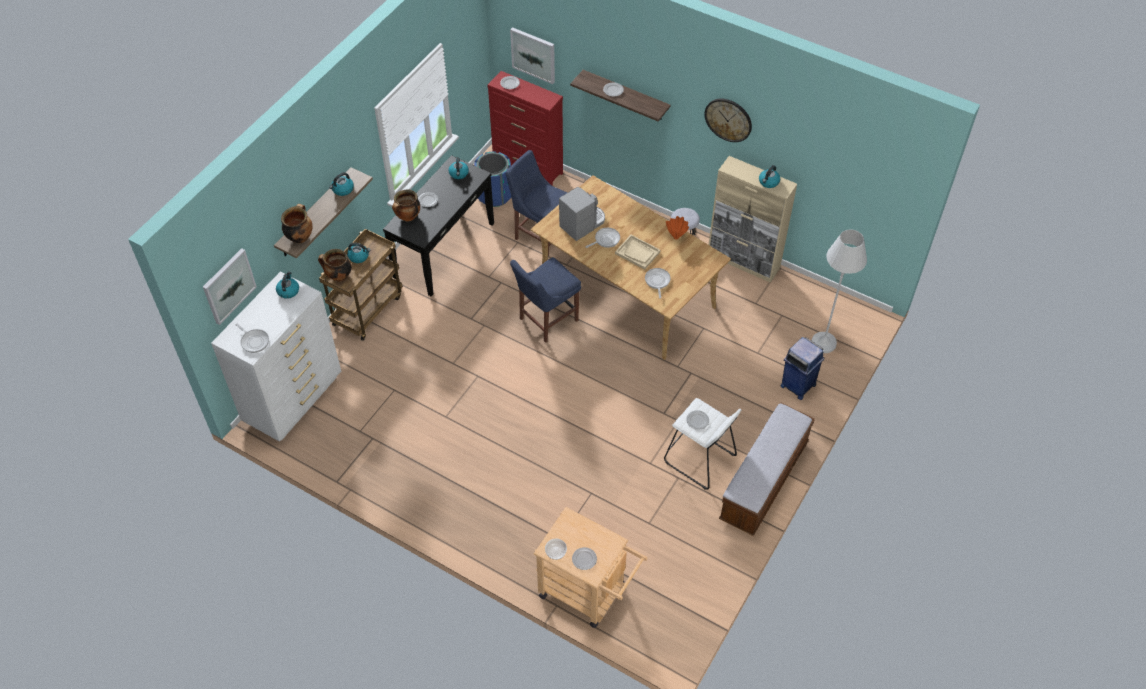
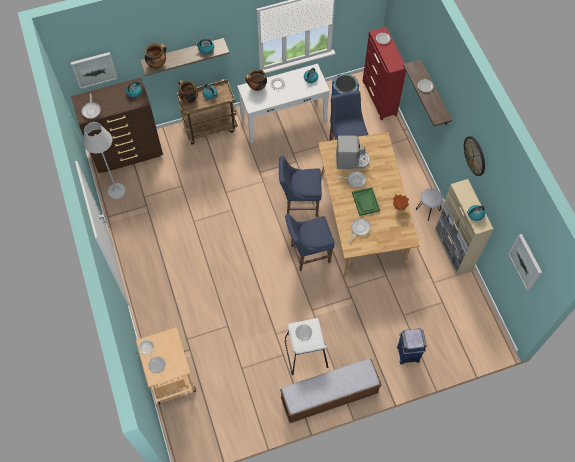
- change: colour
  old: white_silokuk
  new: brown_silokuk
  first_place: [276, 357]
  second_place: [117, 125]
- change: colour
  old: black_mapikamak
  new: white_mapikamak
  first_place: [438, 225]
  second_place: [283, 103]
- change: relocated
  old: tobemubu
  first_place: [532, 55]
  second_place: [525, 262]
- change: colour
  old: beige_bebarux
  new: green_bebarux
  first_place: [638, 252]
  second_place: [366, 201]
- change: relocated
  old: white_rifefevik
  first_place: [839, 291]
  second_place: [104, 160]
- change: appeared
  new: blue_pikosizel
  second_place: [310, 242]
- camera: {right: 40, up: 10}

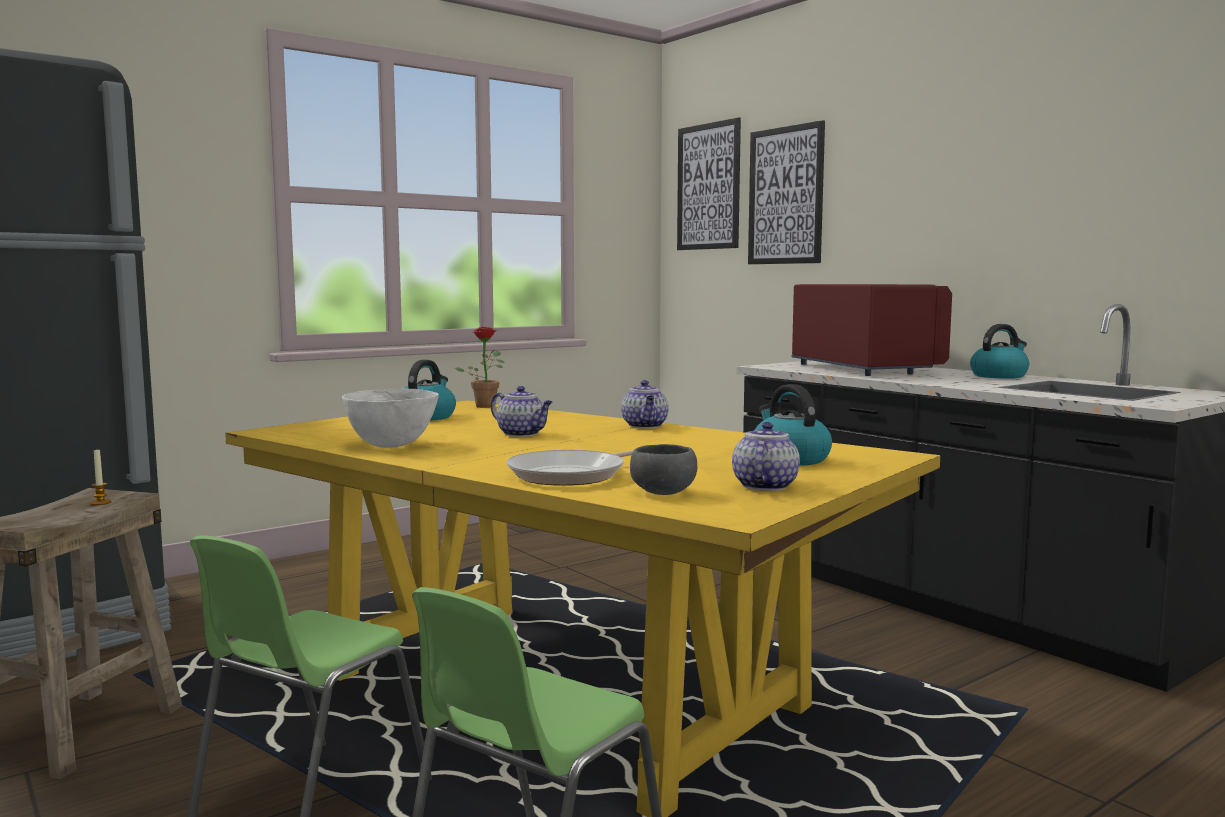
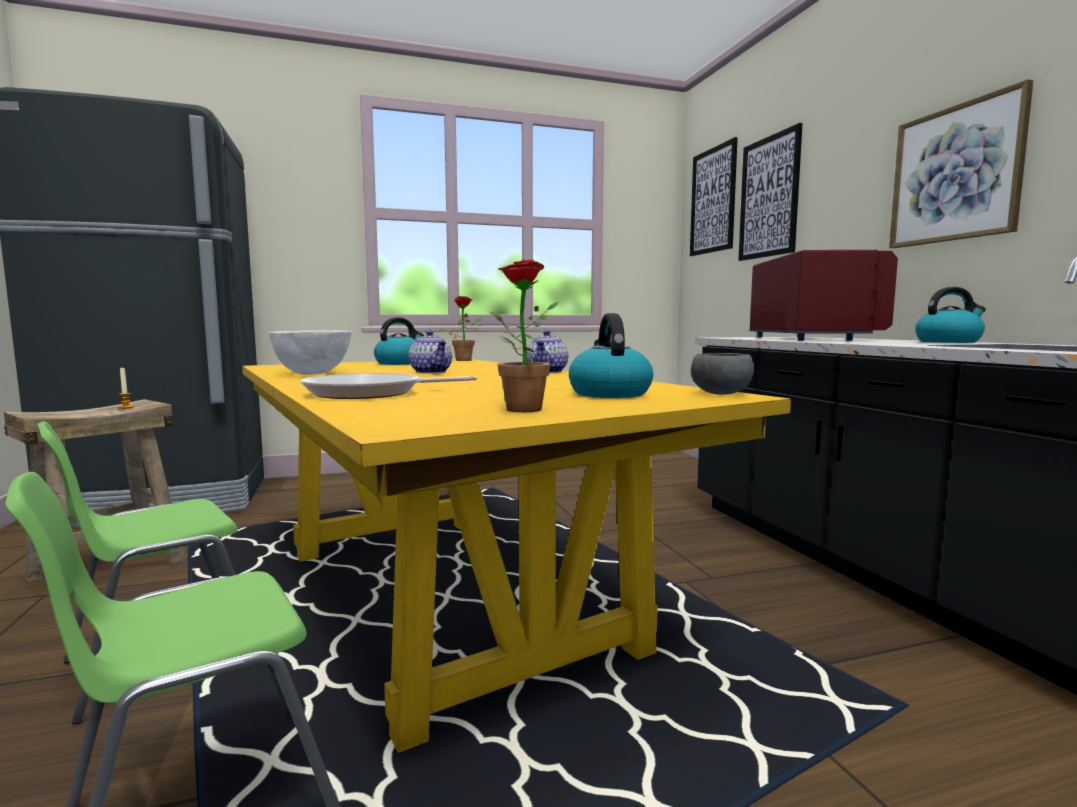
- change: relocated
  old: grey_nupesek
  first_place: [663, 469]
  second_place: [722, 374]
- change: exchanged
  old: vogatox
  new: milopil
  first_place: [766, 456]
  second_place: [524, 336]
- change: appeared
  new: tobemubu
  second_place: [961, 163]
- camera: {right: 20, up: 0}

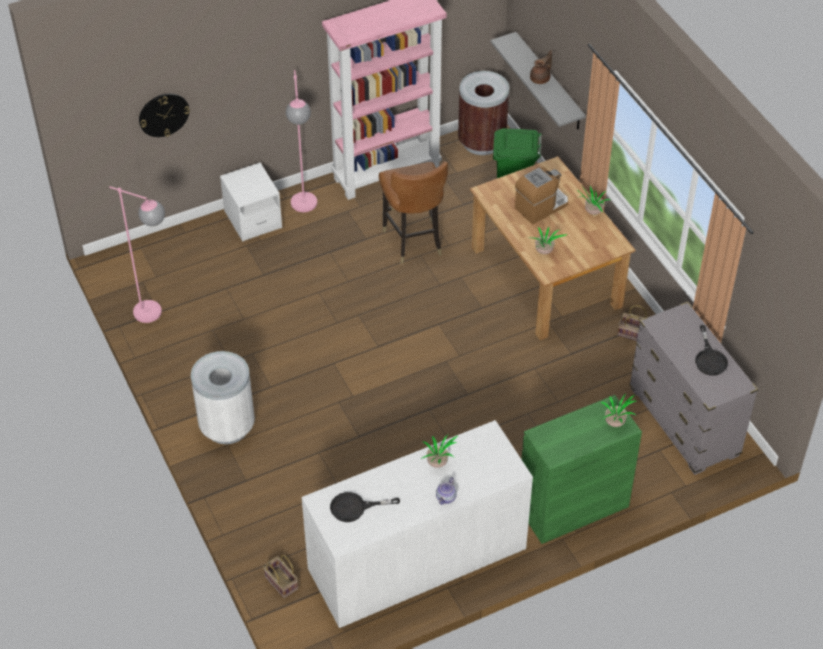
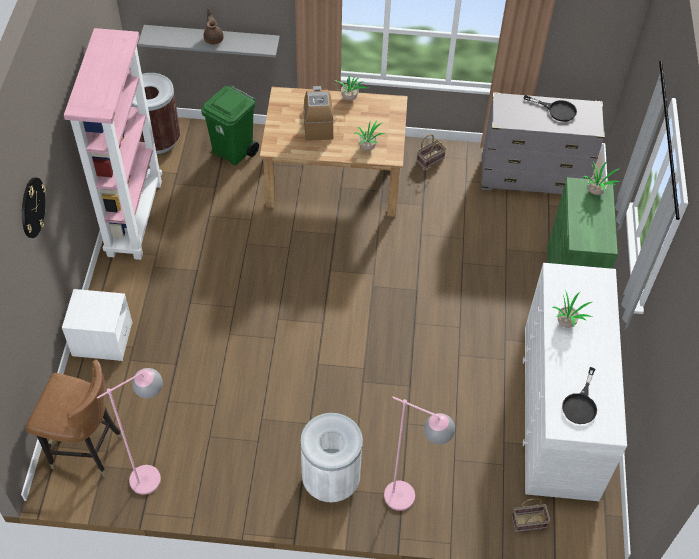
- change: relocated
  old: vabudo
  first_place: [164, 115]
  second_place: [34, 207]
- change: relocated
  old: pink_rifefevik
  first_place: [301, 141]
  second_place: [419, 453]
- change: relocated
  old: brown_pikosizel
  first_place: [413, 212]
  second_place: [74, 418]
- change: missing
  old: vogatox
  first_place: [446, 491]
- camera: {right: -60, up: 5}

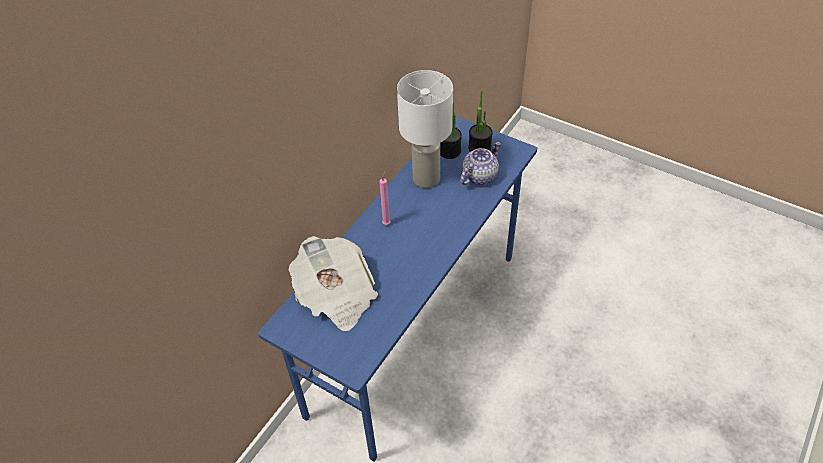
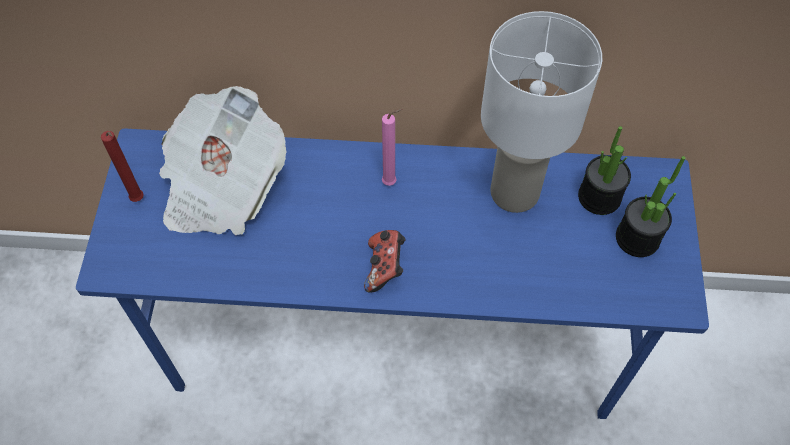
- change: missing
  old: vogatox
  first_place: [480, 163]
- change: appeared
  new: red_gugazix
  second_place: [122, 166]
- change: appeared
  new: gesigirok
  second_place: [385, 261]
- camera: {right: 60, up: 10}

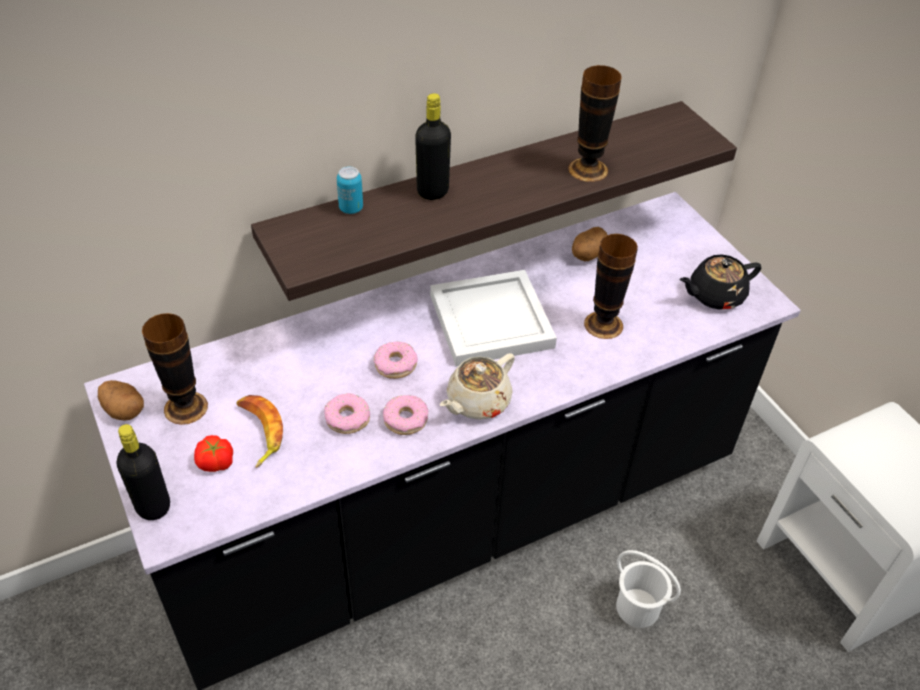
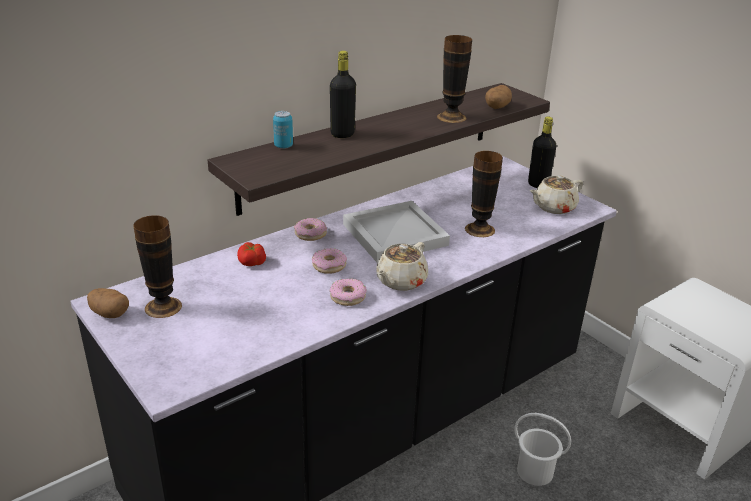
- change: relocated
  old: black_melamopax
  first_place: [143, 472]
  second_place: [542, 152]
- change: relocated
  old: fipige
  first_place: [213, 453]
  second_place: [251, 254]
- change: missing
  old: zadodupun
  first_place: [259, 431]
- change: relocated
  old: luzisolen
  first_place: [347, 413]
  second_place: [310, 229]
- change: relocated
  old: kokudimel
  first_place: [589, 244]
  second_place: [498, 97]
- change: colour
  old: black_vogatox
  new: beige_vogatox
  first_place: [720, 282]
  second_place: [556, 194]
- camera: {right: -10, up: -15}

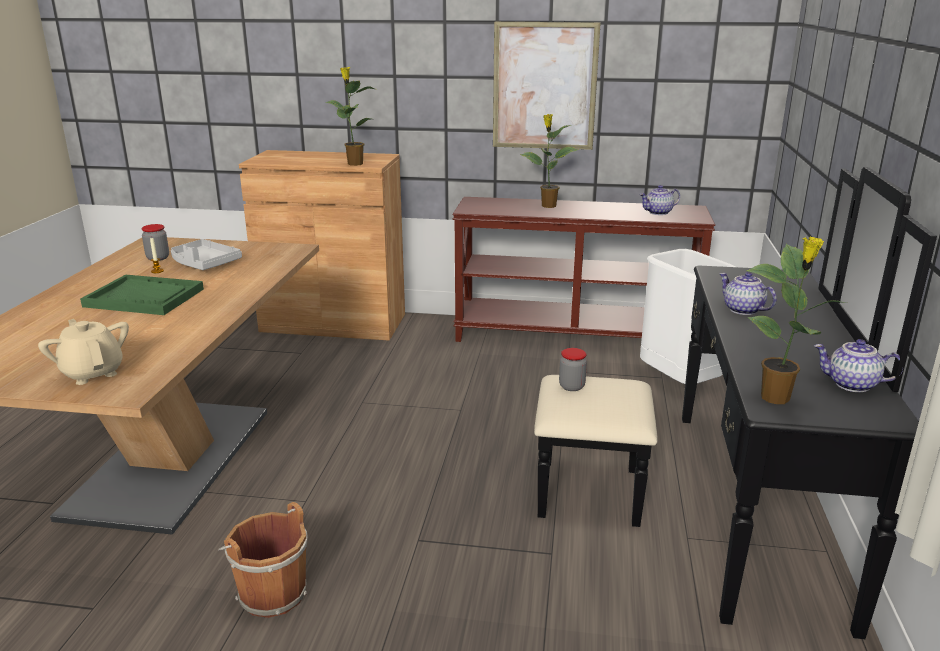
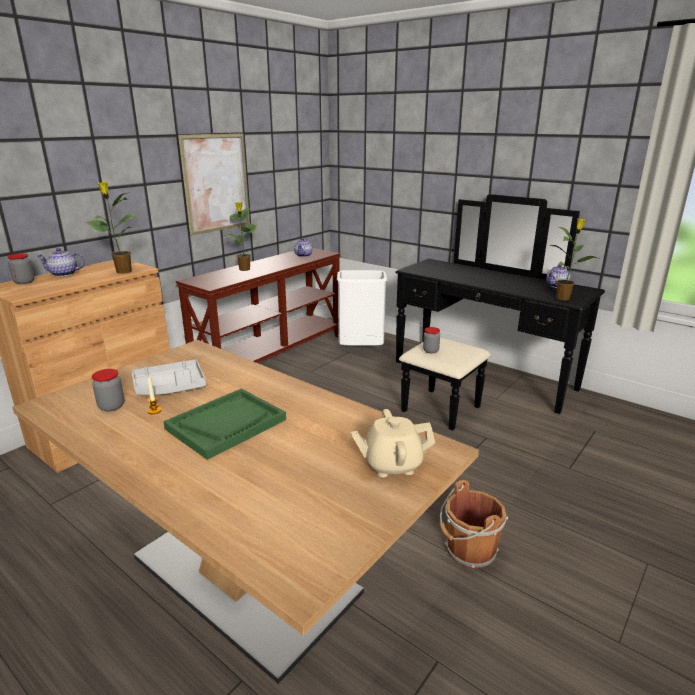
- change: relocated
  old: vogatox
  first_place: [747, 293]
  second_place: [61, 262]
- change: appeared
  new: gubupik
  second_place: [20, 268]
- camera: {right: -60, up: 0}

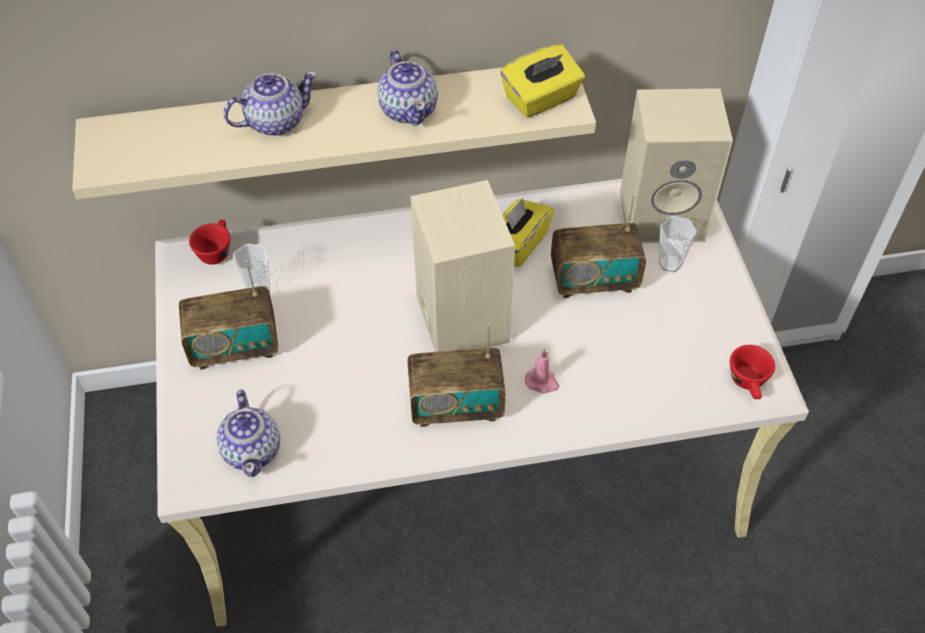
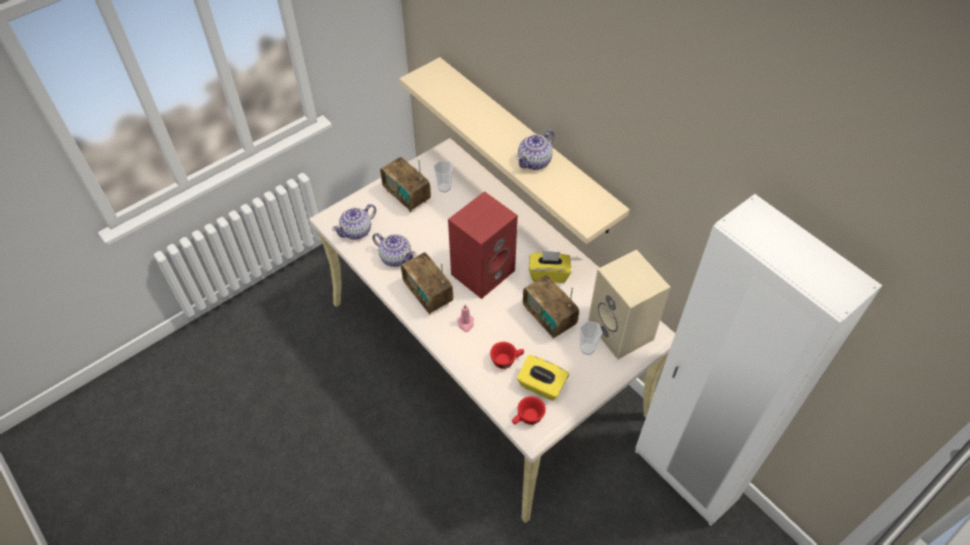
- change: relocated
  old: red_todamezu
  first_place: [209, 242]
  second_place: [507, 355]
- change: relocated
  old: vogatox
  first_place: [270, 103]
  second_place: [394, 250]
- change: colour
  old: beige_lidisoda
  new: red_lidisoda
  first_place: [462, 266]
  second_place: [483, 245]
- change: relocated
  old: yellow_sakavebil
  first_place: [542, 81]
  second_place: [543, 378]
- camera: {right: 60, up: 0}

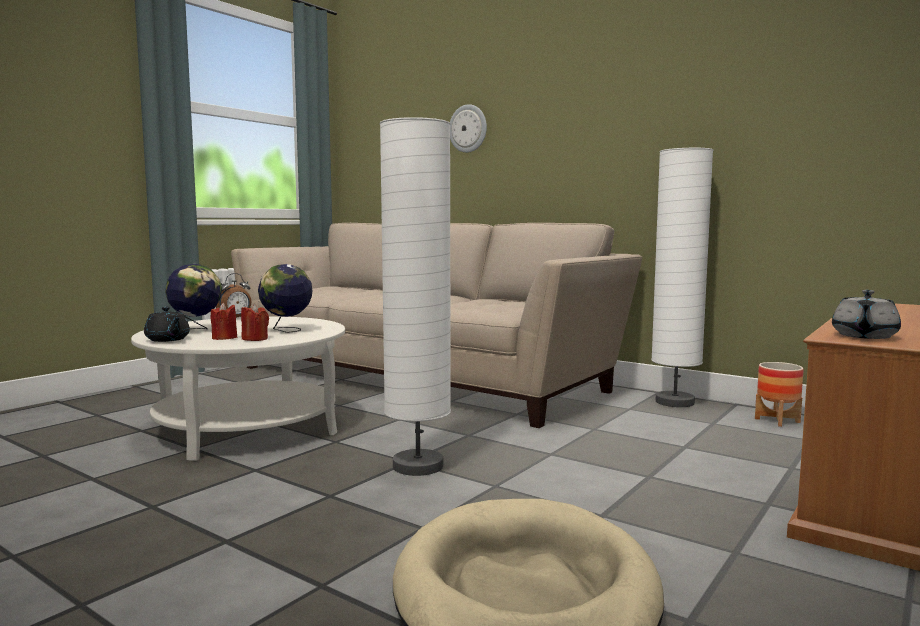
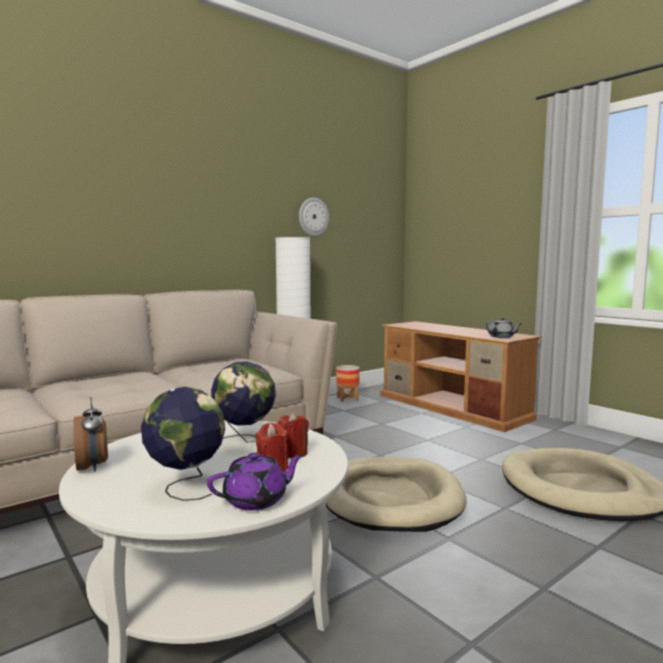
- change: colour
  old: black_vogatox
  new: purple_vogatox
  first_place: [167, 324]
  second_place: [255, 481]
- change: exchanged
  old: white_rifefevik
  new: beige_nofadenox
  first_place: [415, 296]
  second_place: [396, 494]
- change: relocated
  old: vabudo
  first_place: [468, 128]
  second_place: [314, 217]
- camera: {right: -75, up: 0}

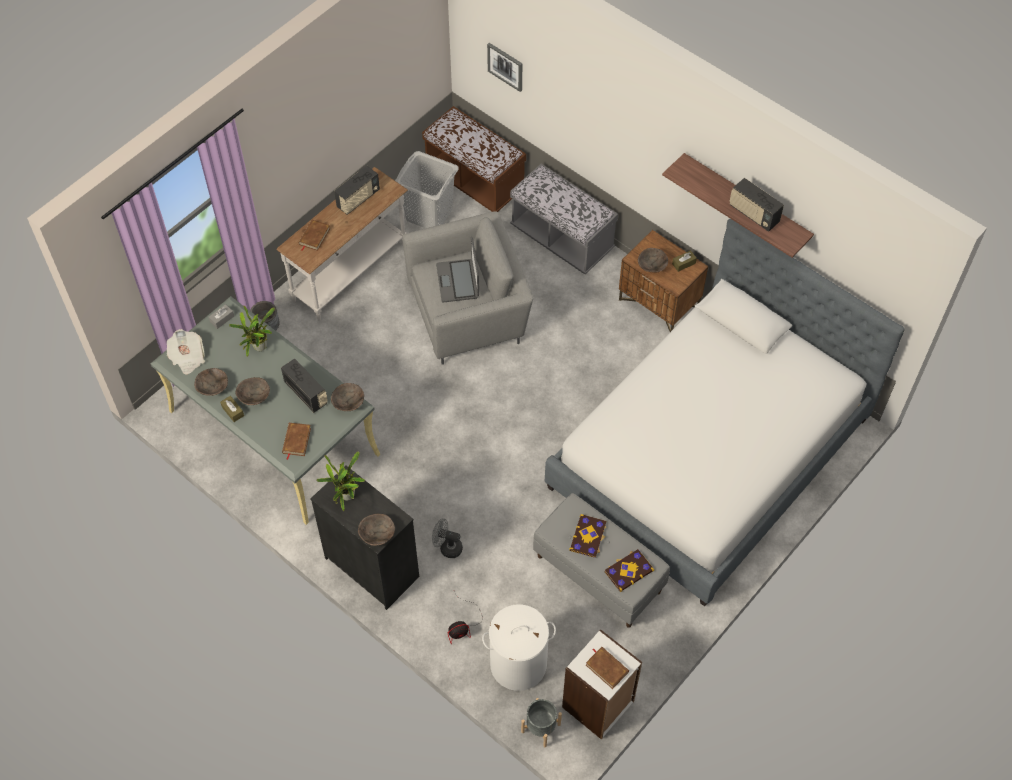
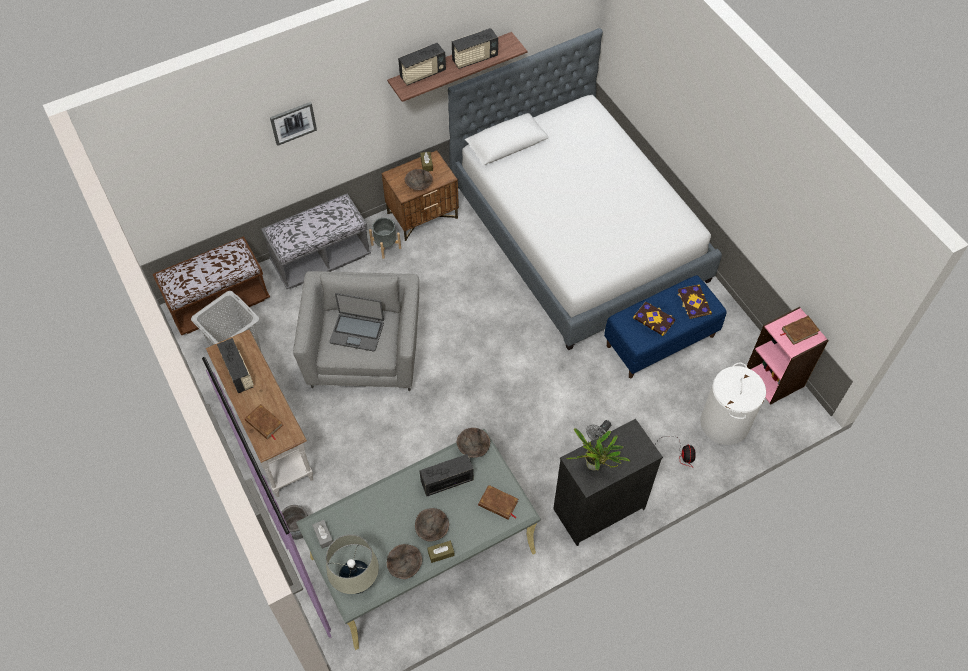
- change: exchanged
  old: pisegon
  new: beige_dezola
  first_place: [186, 352]
  second_place: [352, 564]
- change: missing
  old: milopil
  first_place: [252, 331]
- change: missing
  old: brown_nupesek
  first_place: [376, 530]
- change: relocated
  old: tobemubu
  first_place: [504, 67]
  second_place: [293, 124]
- change: relocated
  old: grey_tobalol
  first_place: [541, 722]
  second_place: [385, 238]
- change: colour
  old: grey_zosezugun
  new: blue_zosezugun
  first_place: [601, 560]
  second_place: [665, 326]
- change: colour
  old: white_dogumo
  new: pink_dogumo
  first_place: [602, 684]
  second_place: [788, 356]
- change: appeared
  new: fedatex
  second_place: [422, 64]
- camera: {right: -70, up: 0}

